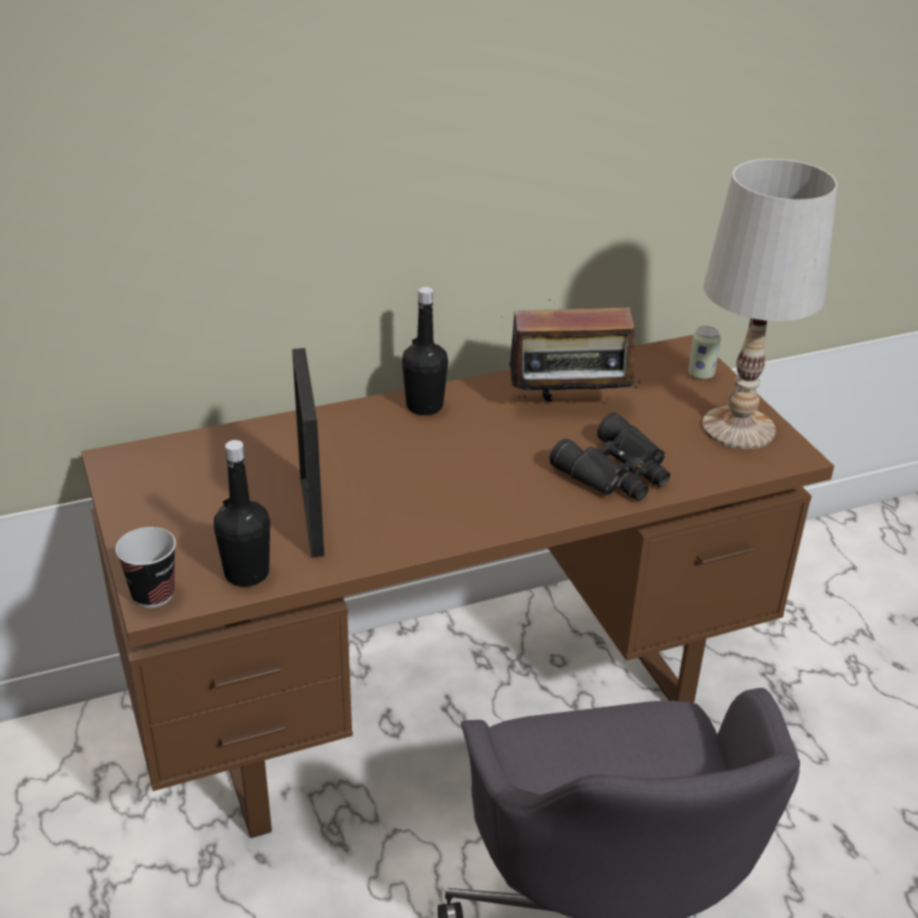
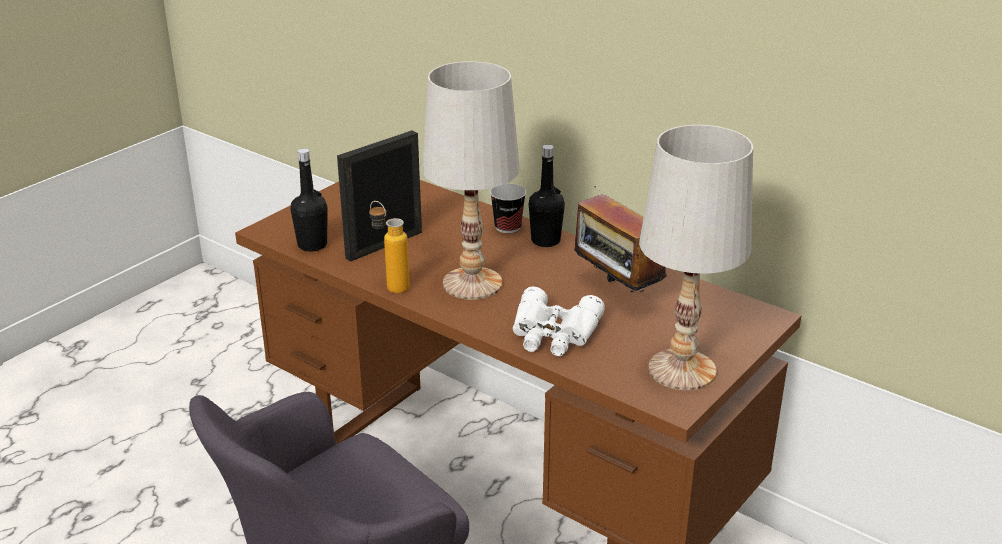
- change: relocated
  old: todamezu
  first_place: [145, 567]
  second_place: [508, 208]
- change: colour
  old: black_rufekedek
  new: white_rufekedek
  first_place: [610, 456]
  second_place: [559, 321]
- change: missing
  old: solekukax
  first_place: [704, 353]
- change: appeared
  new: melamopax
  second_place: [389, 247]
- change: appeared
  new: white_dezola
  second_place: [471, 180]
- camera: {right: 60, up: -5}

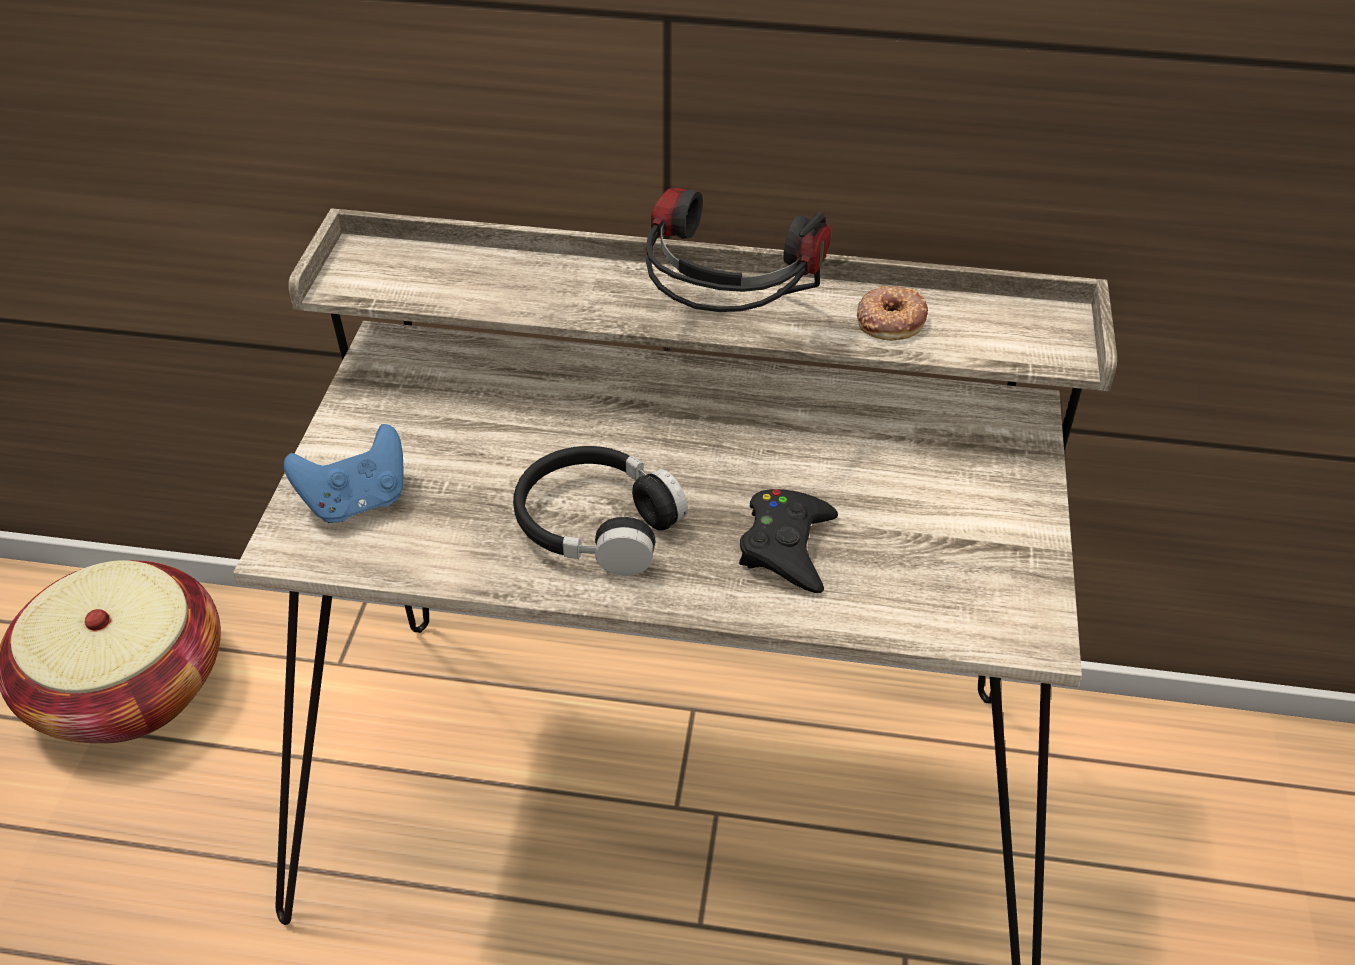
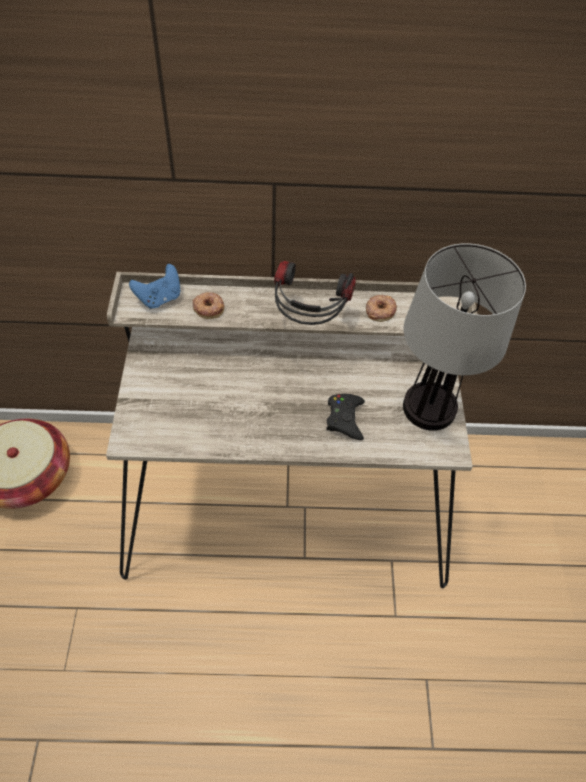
- change: relocated
  old: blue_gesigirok
  first_place: [344, 473]
  second_place: [154, 286]
- change: missing
  old: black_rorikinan
  first_place: [600, 511]
- change: appeared
  new: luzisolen
  second_place: [209, 305]
- change: appeared
  new: dezola
  second_place: [464, 337]
- camera: {right: -10, up: 10}

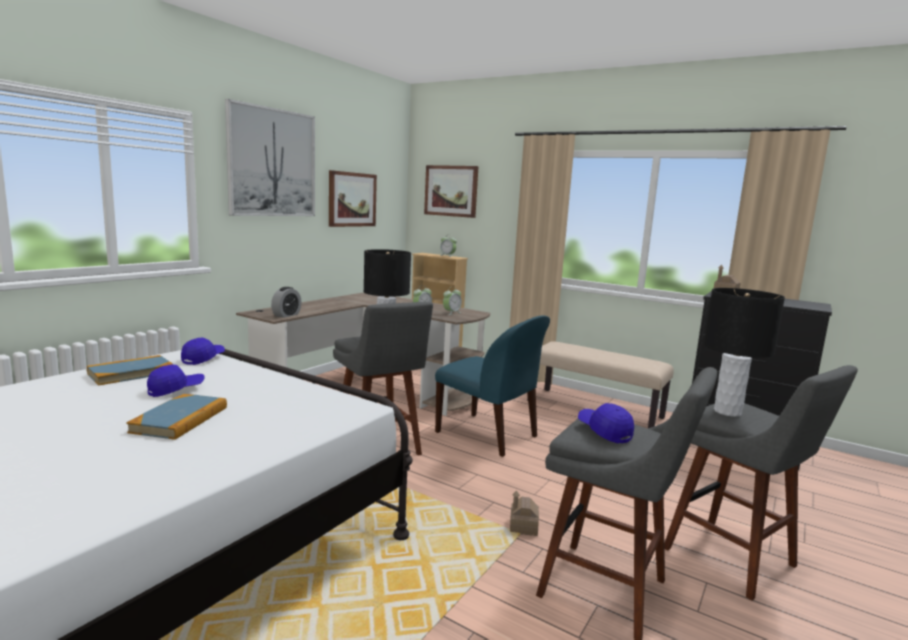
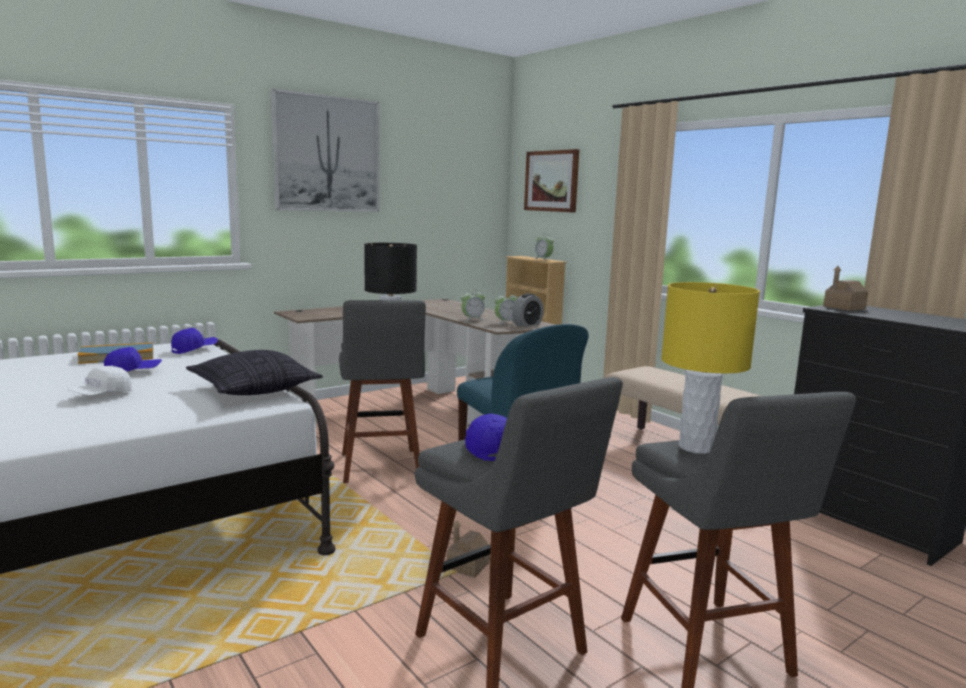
- change: exchanged
  old: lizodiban
  new: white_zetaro
  first_place: [176, 417]
  second_place: [99, 381]
- change: relocated
  old: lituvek
  first_place: [286, 302]
  second_place: [528, 310]
- change: missing
  old: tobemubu
  first_place: [353, 198]
- change: colour
  old: black_dezola
  new: yellow_dezola
  first_place: [744, 352]
  second_place: [710, 368]
- change: appeared
  new: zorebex
  second_place: [254, 372]
- camera: {right: 20, up: 0}

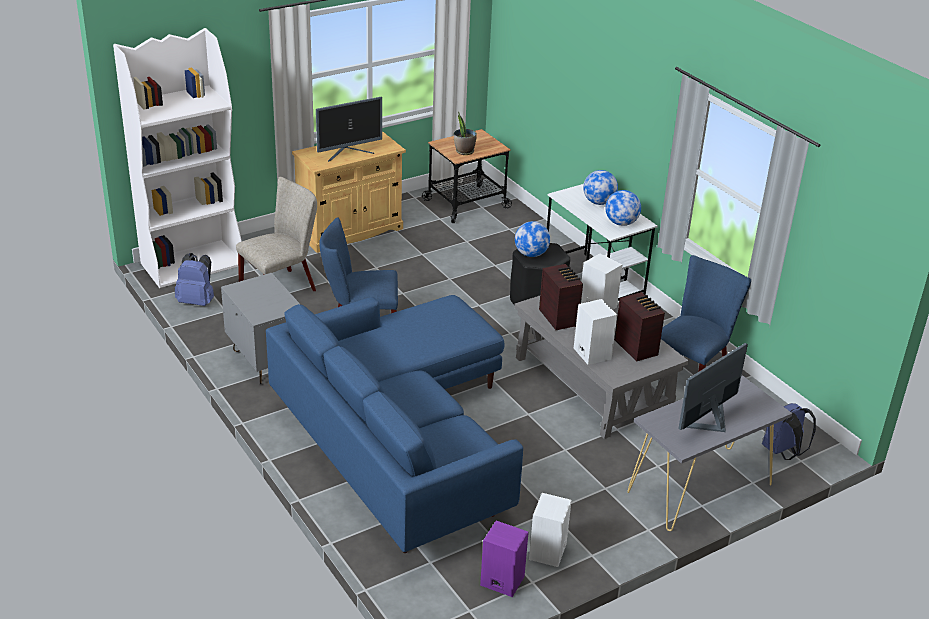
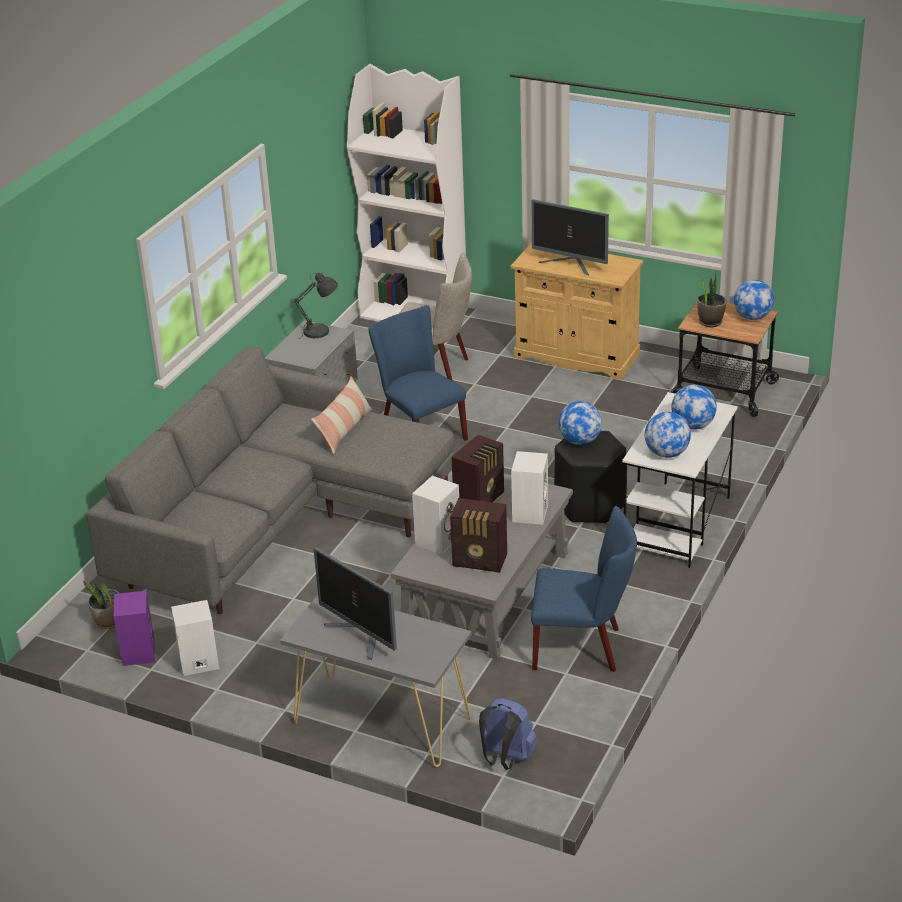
- change: missing
  old: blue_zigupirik
  first_place: [194, 279]
- change: colour
  old: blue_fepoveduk
  new: grey_fepoveduk
  first_place: [394, 424]
  second_place: [270, 480]
- change: spun
  old: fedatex
  first_place: [639, 327]
  second_place: [478, 535]
  degrees: 75
- change: spun
  old: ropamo
  first_place: [713, 387]
  second_place: [355, 603]
  degrees: -150
- change: appeared
  new: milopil
  second_place: [101, 605]
- change: appeared
  new: grey_dezola
  second_place: [315, 306]
- change: appeared
  new: zorebex
  second_place: [341, 415]
- change: appeared
  new: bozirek
  second_place: [754, 300]
- camera: {right: 60, up: 0}

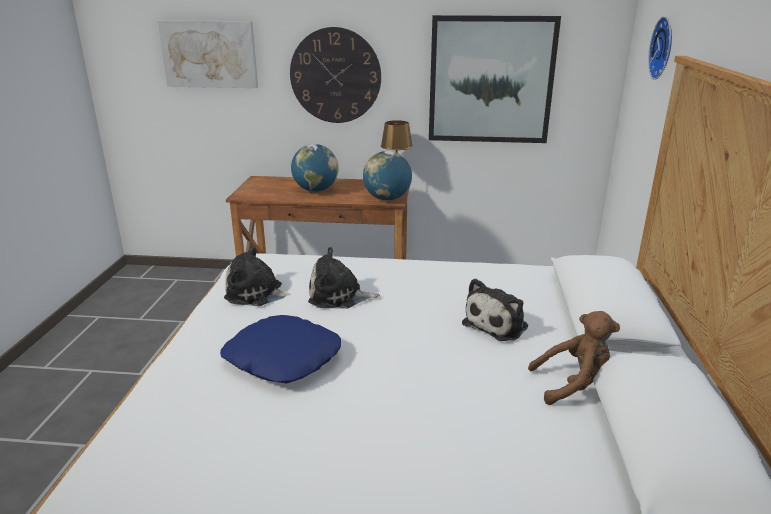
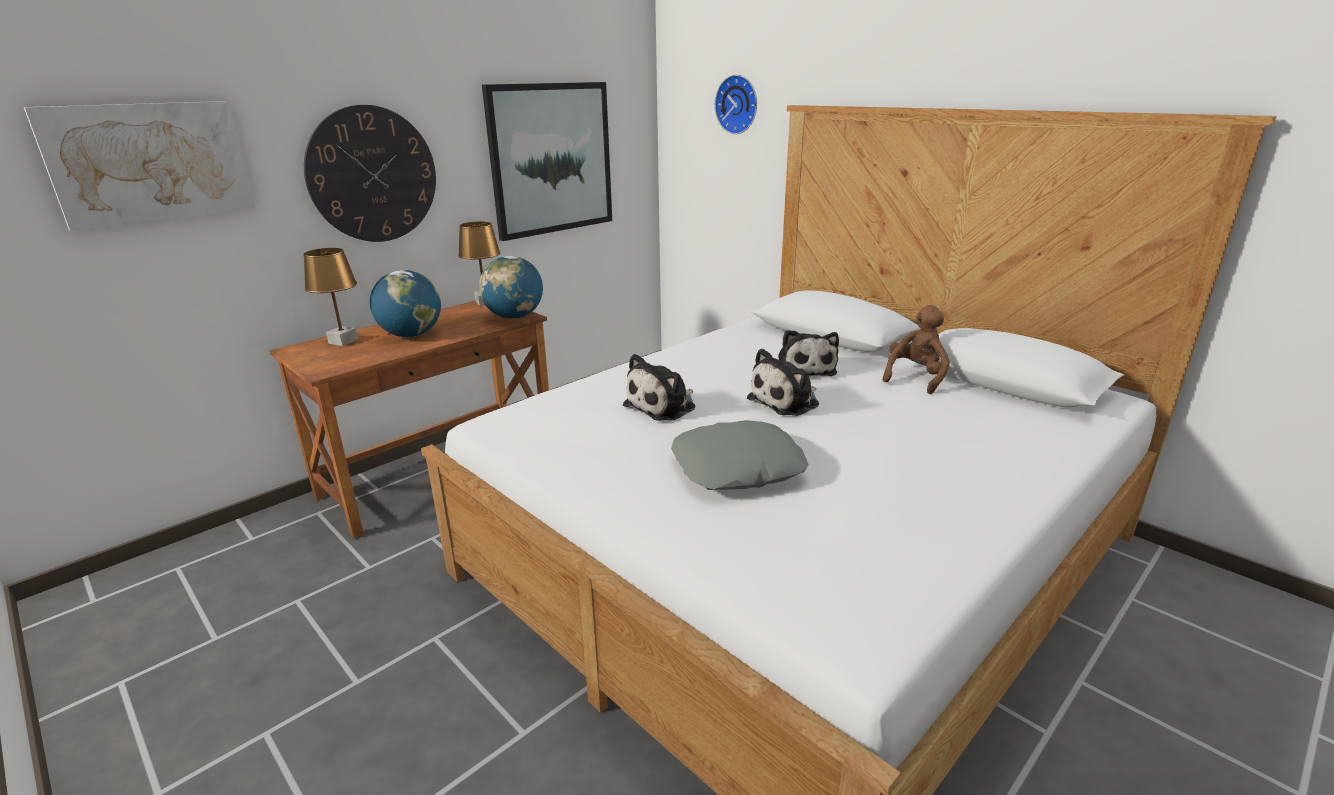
- change: colour
  old: blue_zorebex
  new: grey_zorebex
  first_place: [280, 349]
  second_place: [740, 455]
- change: relocated
  old: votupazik
  first_place: [257, 275]
  second_place: [783, 382]
- change: appeared
  new: brown_dezola
  second_place: [331, 297]
- camera: {right: -50, up: 0}

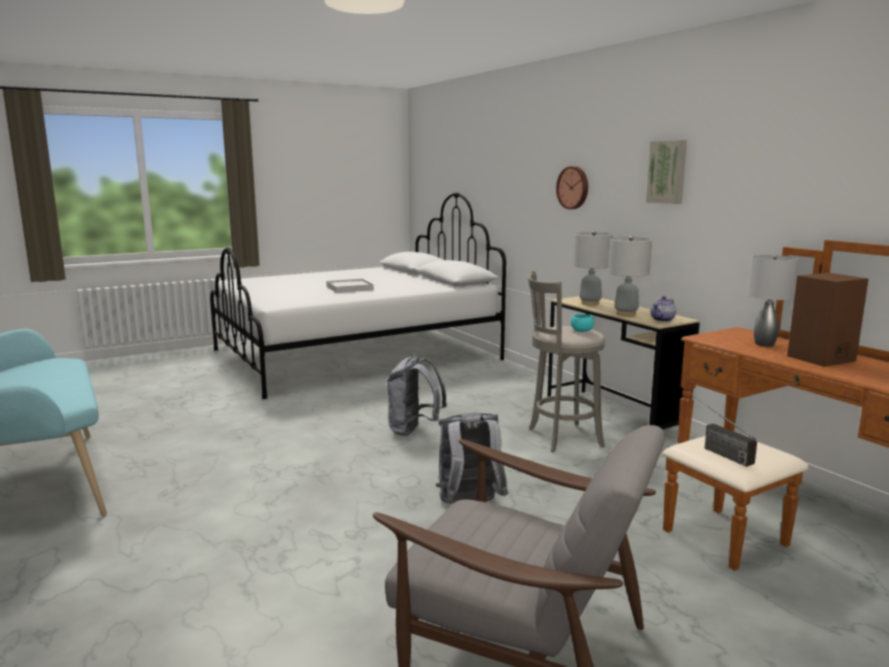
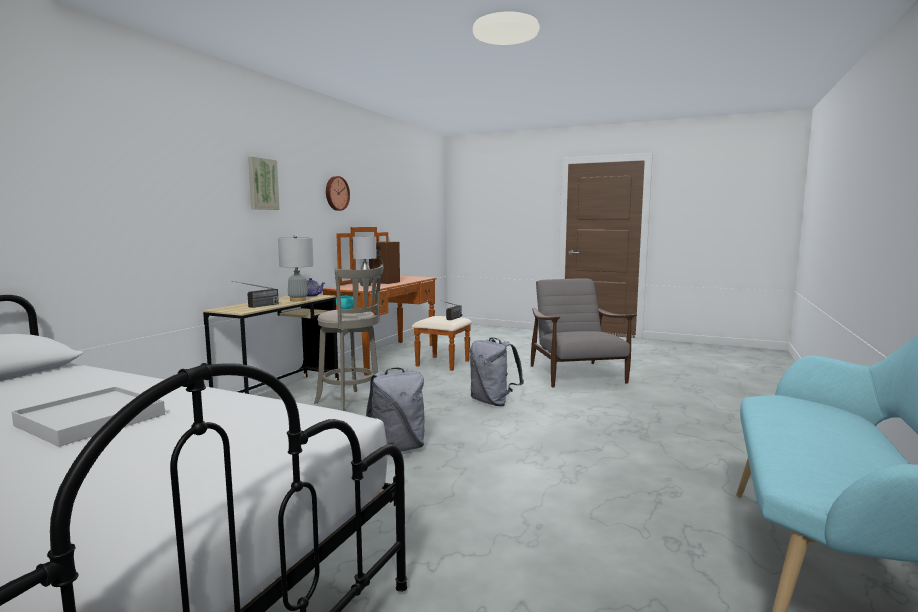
- change: relocated
  old: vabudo
  first_place: [572, 187]
  second_place: [338, 193]
- change: exchanged
  old: grey_dezola
  new: fedatex
  first_place: [593, 268]
  second_place: [256, 294]
- camera: {right: -125, up: -5}

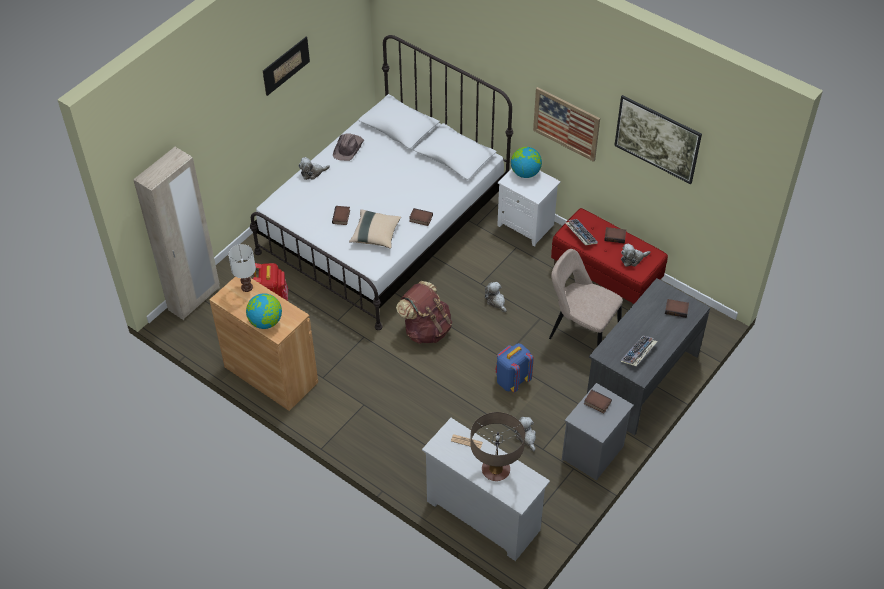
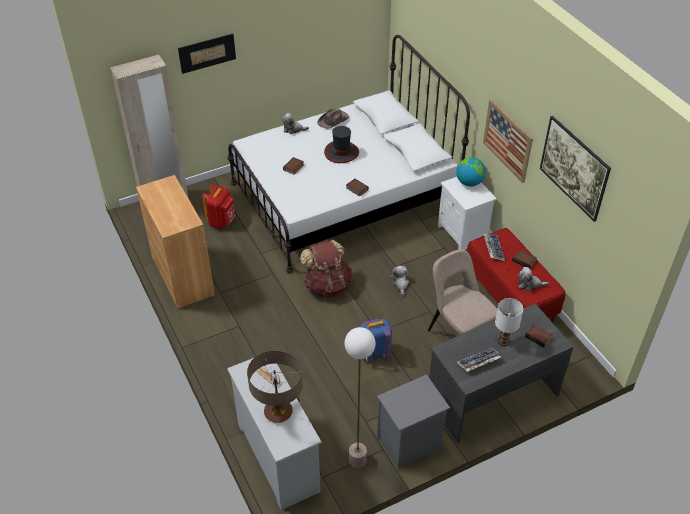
- change: relocated
  old: white_dezola
  first_place: [242, 268]
  second_place: [509, 322]
- change: missing
  old: bozirek
  first_place: [264, 311]
- change: relocated
  old: tobemubu
  first_place: [286, 66]
  second_place: [207, 54]
- change: missing
  old: beige_zorebex
  first_place: [375, 229]
- change: missing
  old: votupazik
  first_place: [525, 434]
- change: missing
  old: lizodiban
  first_place: [598, 402]
- change: appeared
  new: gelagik
  second_place: [341, 144]
- change: appeared
  new: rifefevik
  second_place: [360, 397]
- camera: {right: 25, up: -5}

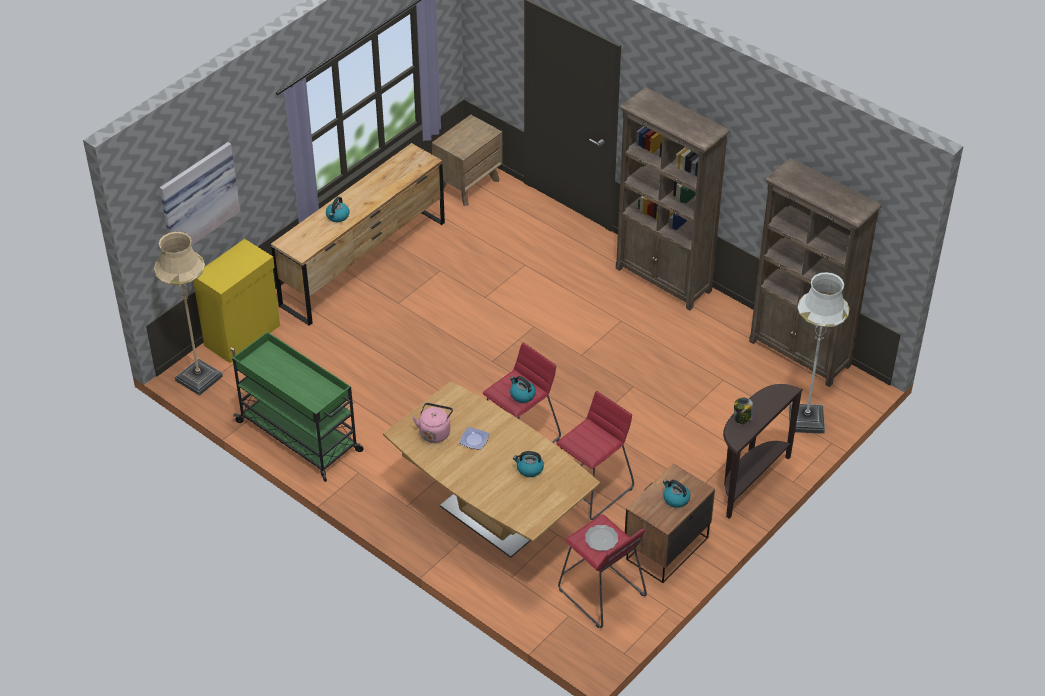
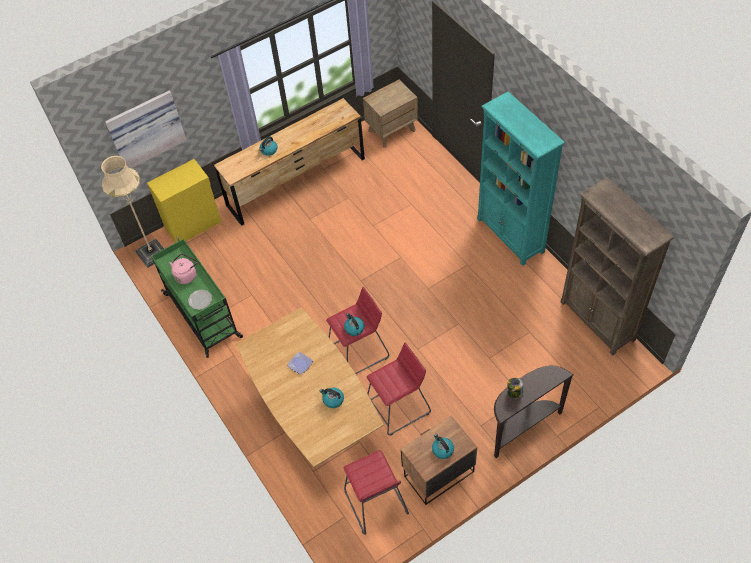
- change: relocated
  old: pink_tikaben
  first_place: [433, 423]
  second_place: [183, 269]
- change: relocated
  old: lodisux
  first_place: [601, 538]
  second_place: [200, 299]
- change: colour
  old: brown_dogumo
  new: turquoise_dogumo
  first_place: [673, 198]
  second_place: [521, 179]
- change: missing
  old: white_rifefevik
  first_place: [819, 353]
- camera: {right: 20, up: 10}

